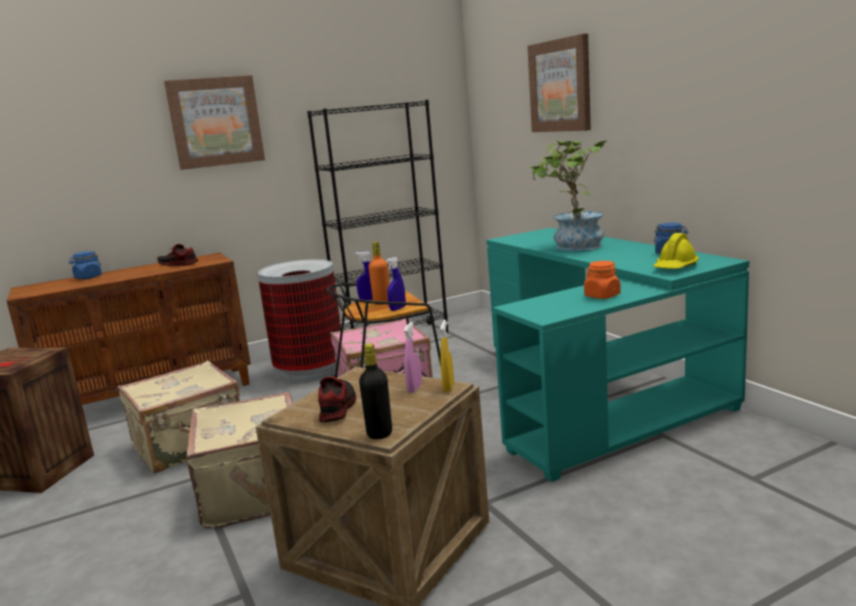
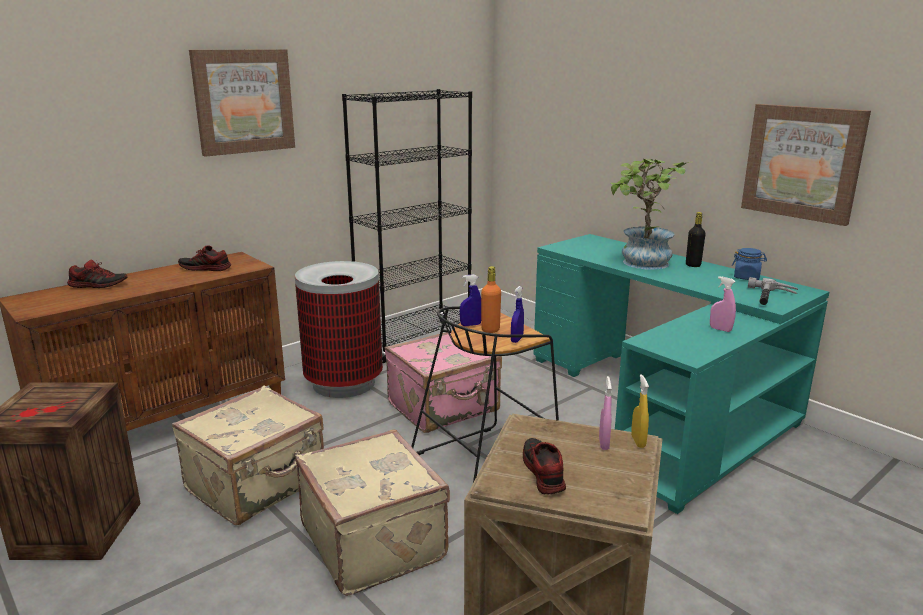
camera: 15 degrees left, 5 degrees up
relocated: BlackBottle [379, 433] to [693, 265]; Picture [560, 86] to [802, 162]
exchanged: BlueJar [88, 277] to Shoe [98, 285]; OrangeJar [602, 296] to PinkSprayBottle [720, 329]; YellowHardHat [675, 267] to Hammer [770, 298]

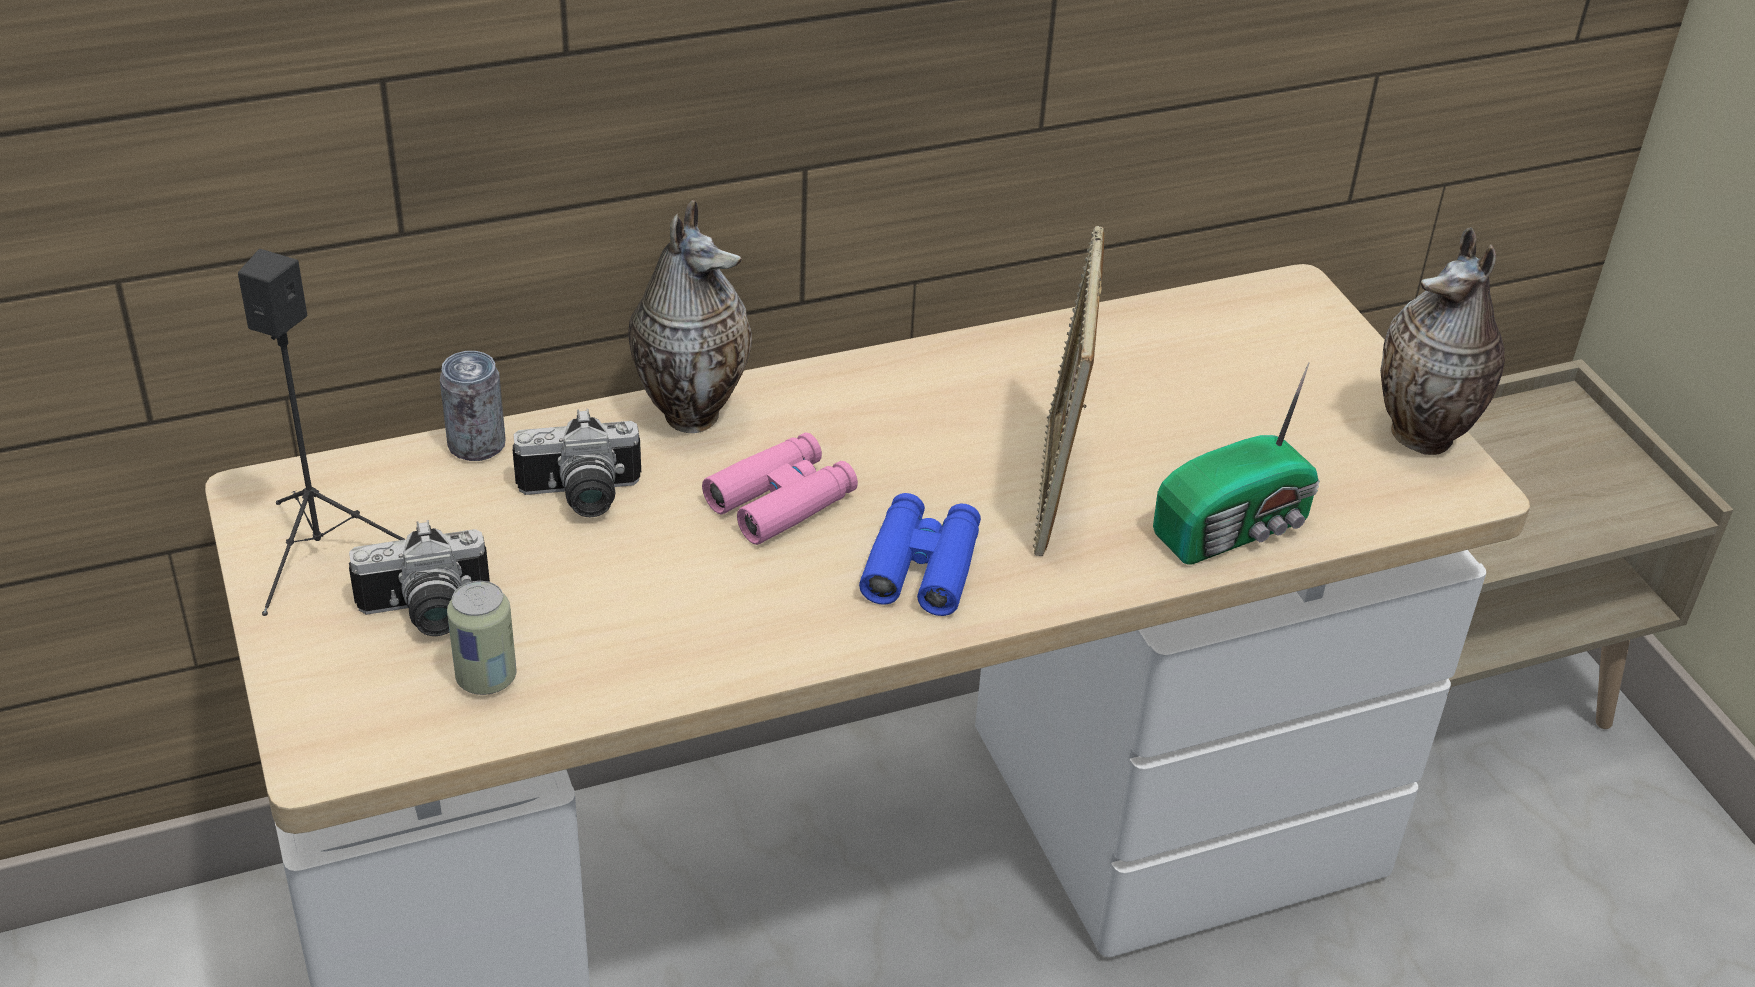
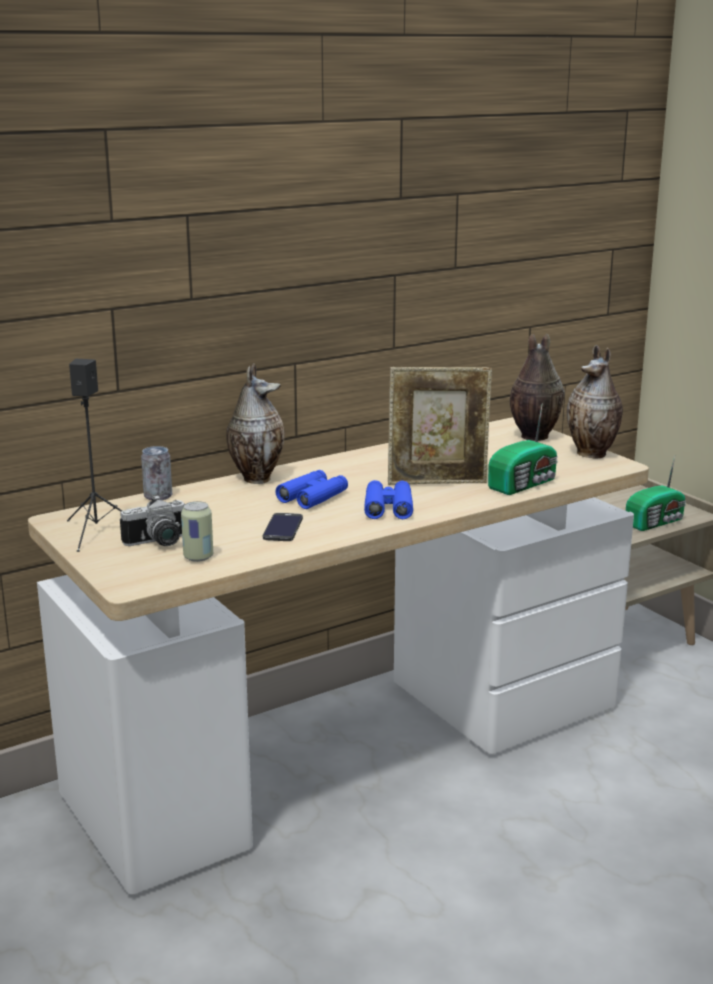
camera: 10 degrees left, 20 degrees down
missing: PhotoCamera [581, 497]
appeared: Phone [283, 528]; Vase [533, 437]; Radio [656, 522]
colour: PinkBinoculars [781, 500] to BlueBinoculars [313, 497]
spun: PictureFrame [1055, 489] = [437, 482] 90 degrees counterclockwise

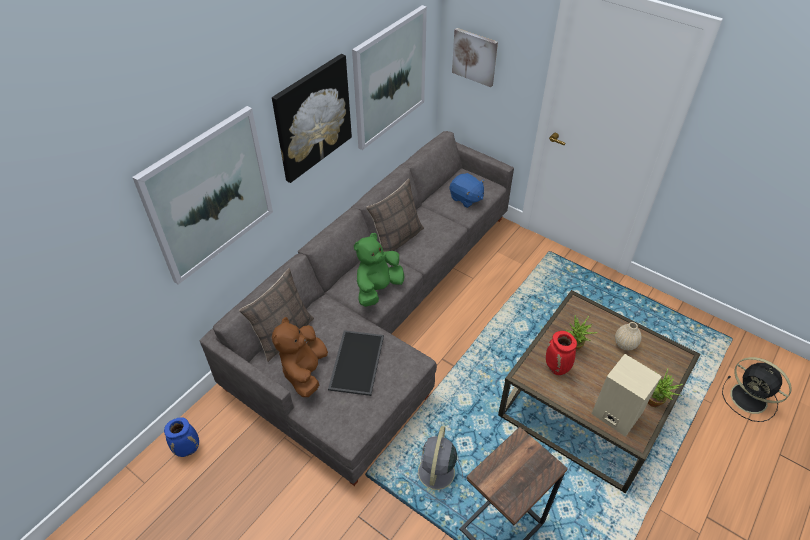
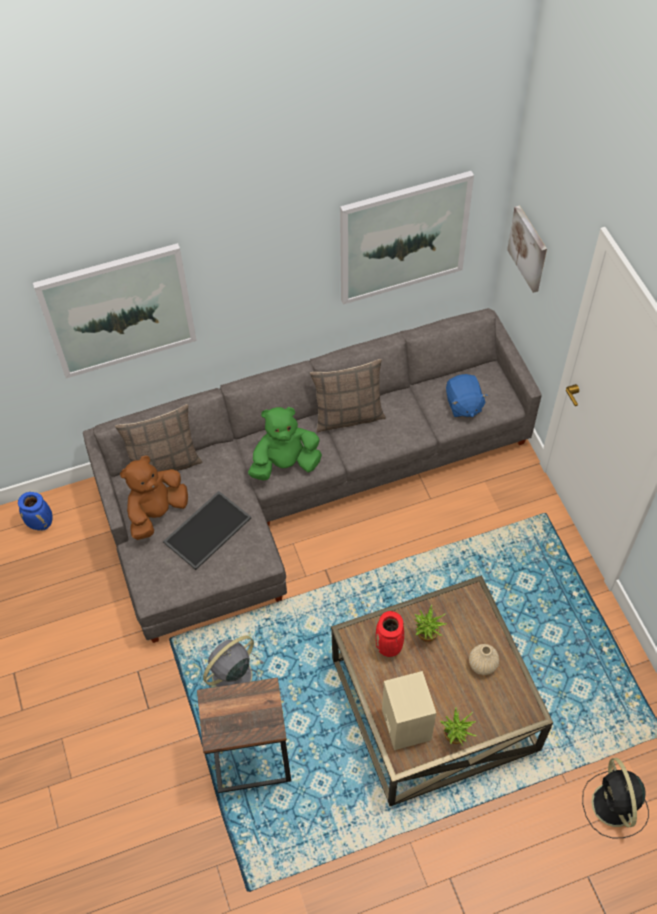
camera: 35 degrees right, 10 degrees up
missing: Picture [312, 117]

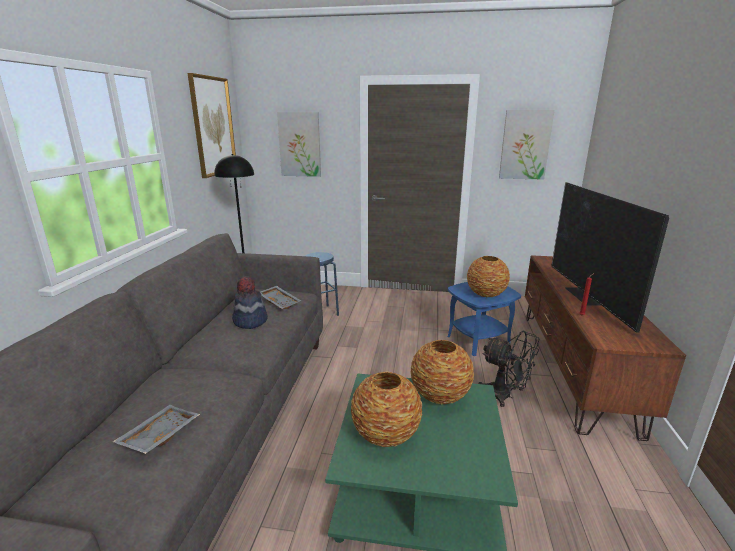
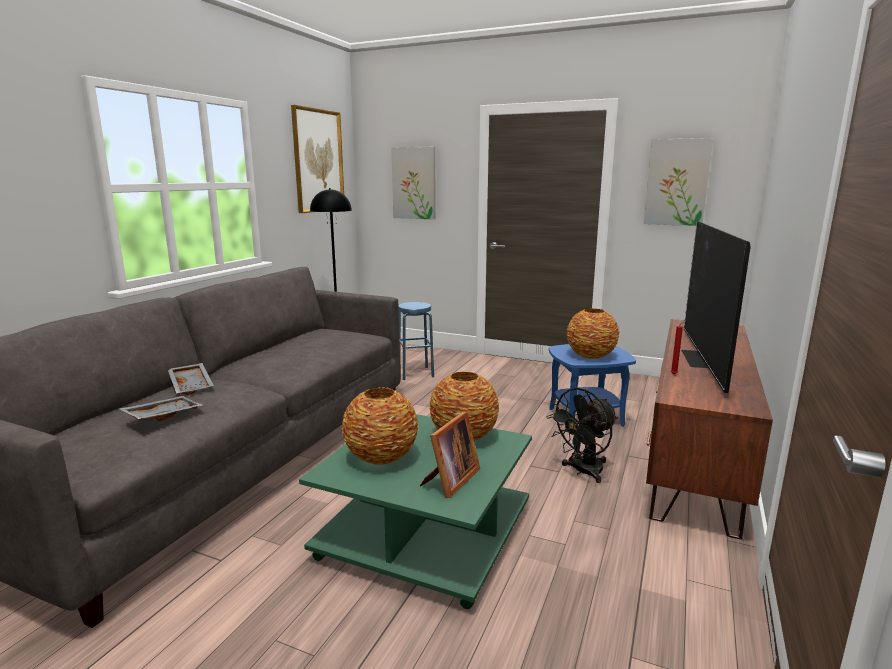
camera: 15 degrees right, 5 degrees down
missing: Hat [250, 321]
appeared: PictureFrame [450, 480]
relocated: GreyTray [280, 302] to [192, 385]
spun: BlackFan [505, 396] = [583, 472] 90 degrees clockwise

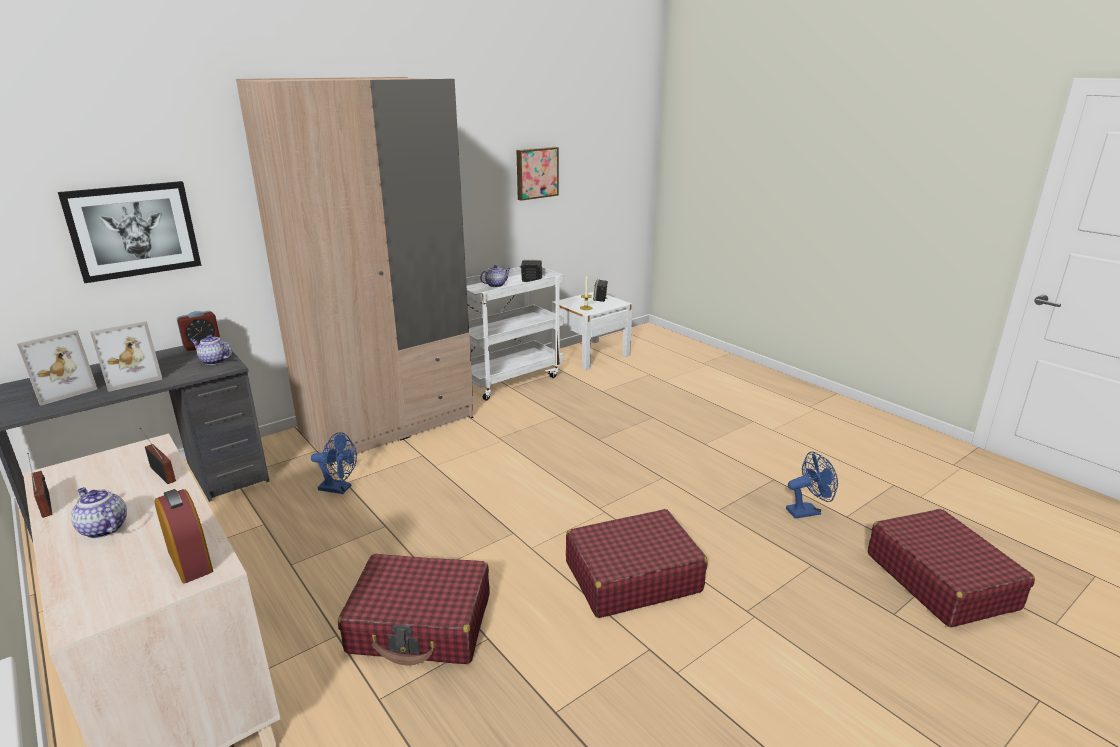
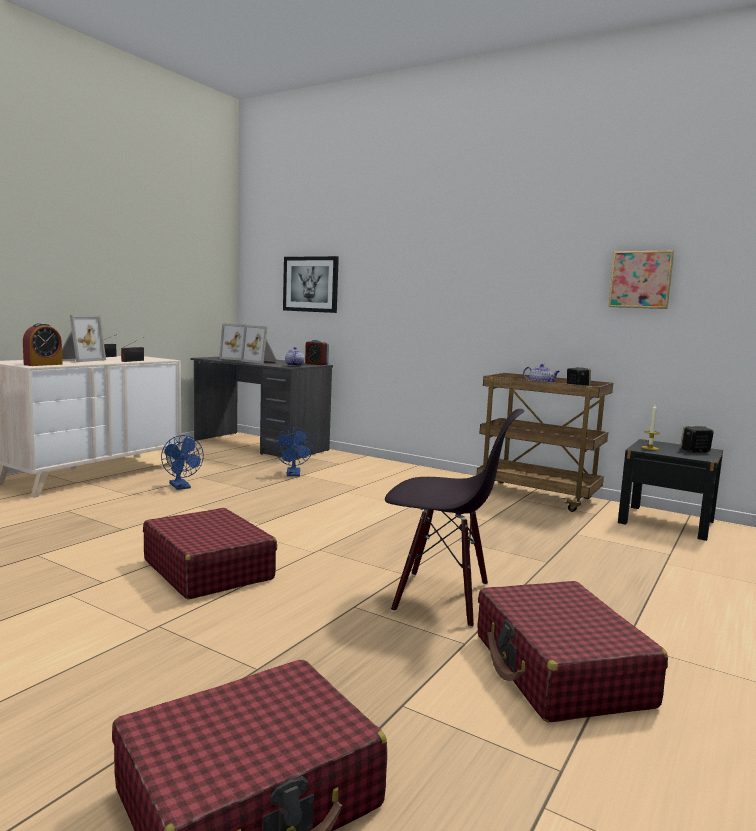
camera: 70 degrees right, 15 degrees down
missing: BeigeWardrobe [388, 424]
appeared: BlackChair [442, 597]
relocated: BlueFan [807, 511] to [181, 487]; RedSuitcase [421, 624] to [560, 670]
exchanged: Teapot [103, 528] to PictureFrame [79, 360]
colour: WhiteCart [509, 379] to BrownCart [538, 496]; WhiteNightstand [590, 354] to BlackNightstand [666, 522]

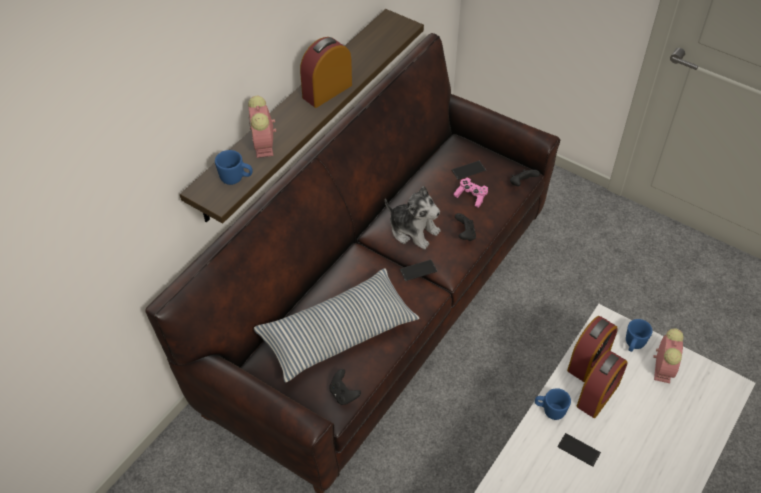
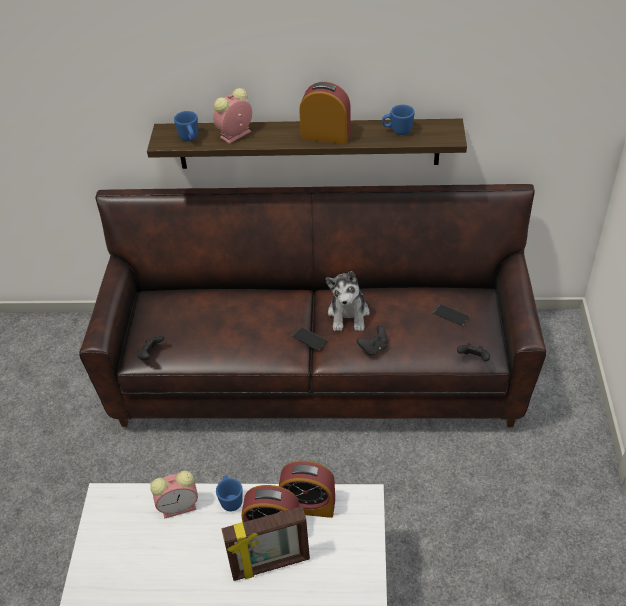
camera: 60 degrees right, 5 degrees down
missing: Pillow [337, 332]; PinkGameController [471, 196]; Phone [578, 450]
appeared: PictureFrame [270, 565]
relocated: AlarmClock [662, 367] to [180, 506]; BlueMug [633, 345] to [397, 131]

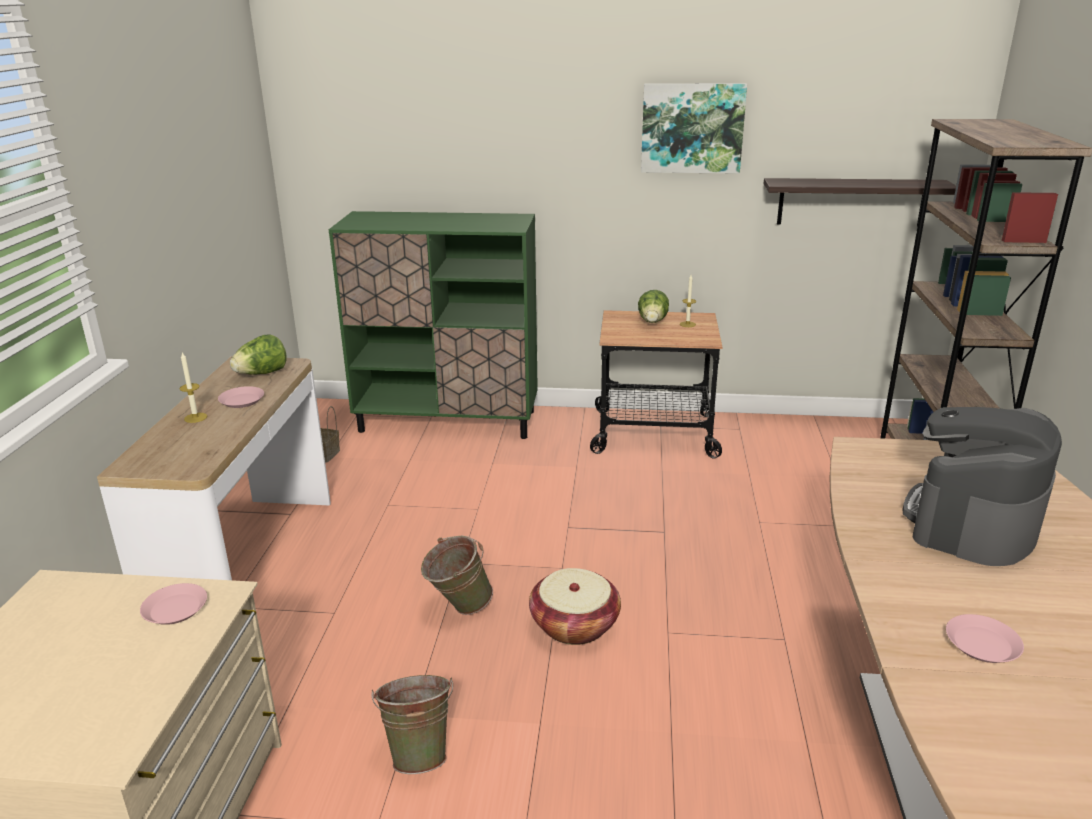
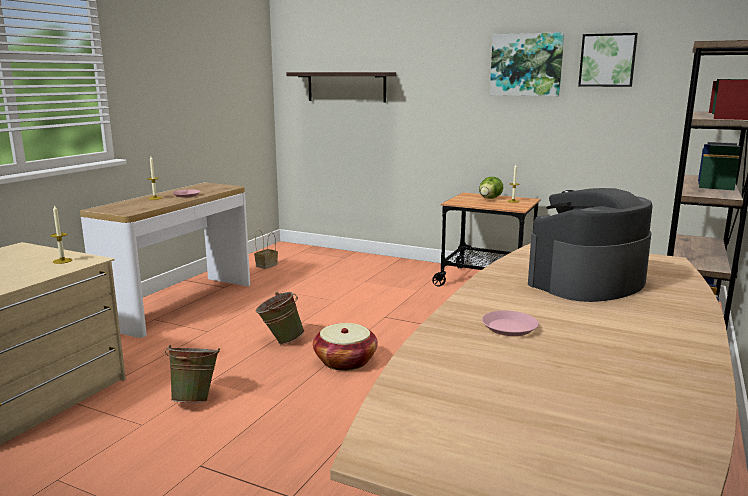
camera: 20 degrees right, 10 degrees down
missing: Lettuce [262, 374]; GreenCabinet [448, 421]
appeared: Picture [607, 60]
relocated: Shelf [851, 202] to [346, 87]
exchanged: PinkPlate [175, 609] to Candle [62, 261]

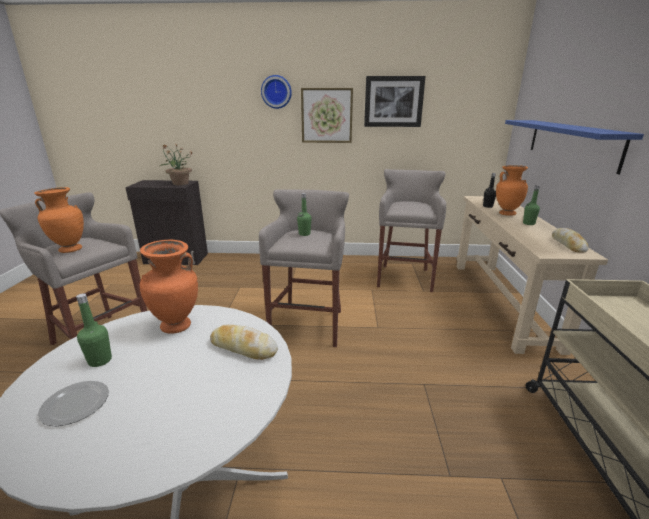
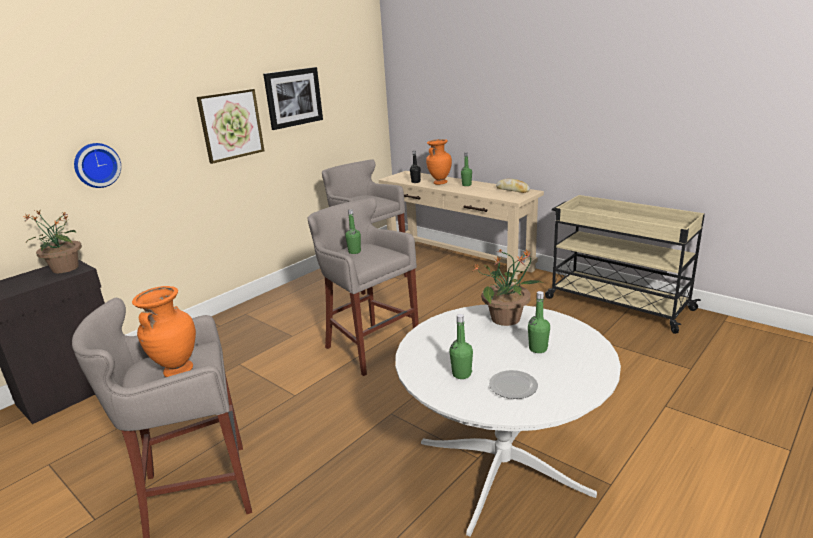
camera: 50 degrees left, 0 degrees up
missing: OrangeVase [177, 327]; BlueShelf [571, 142]
appeared: GreenBottle [538, 349]
relocated: WallClock [276, 92] to [96, 165]
exchanged: Bread [243, 348] to PottedPlant [506, 318]

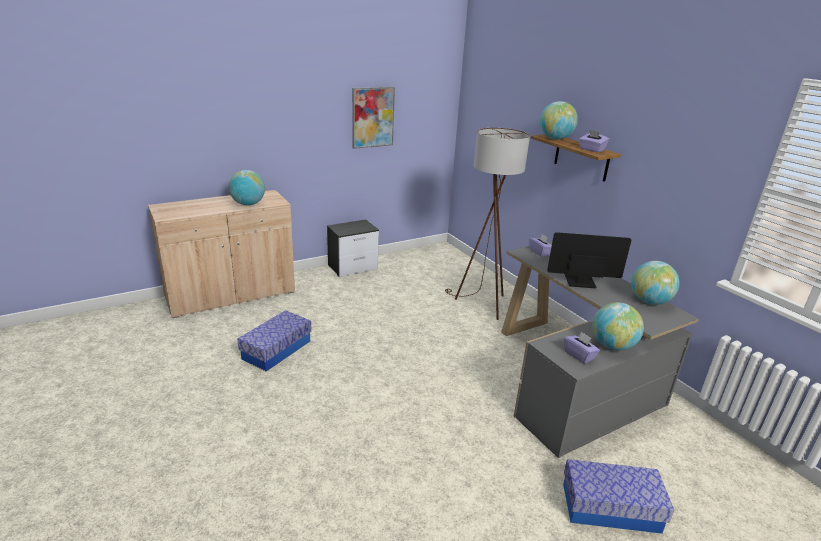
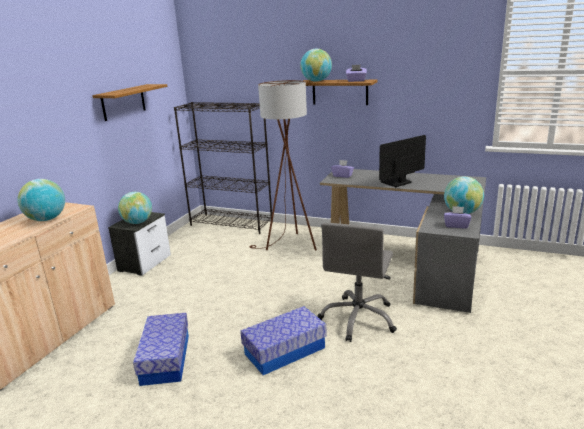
camera: 35 degrees left, 5 degrees down
appeared: BlackBookcase [232, 224]; GreyOfficeChair [359, 318]
relocated: Globe [649, 301] to [137, 222]; StorageBox [610, 507] to [285, 351]
exchanged: Picture [372, 117] to Shelf [123, 102]

